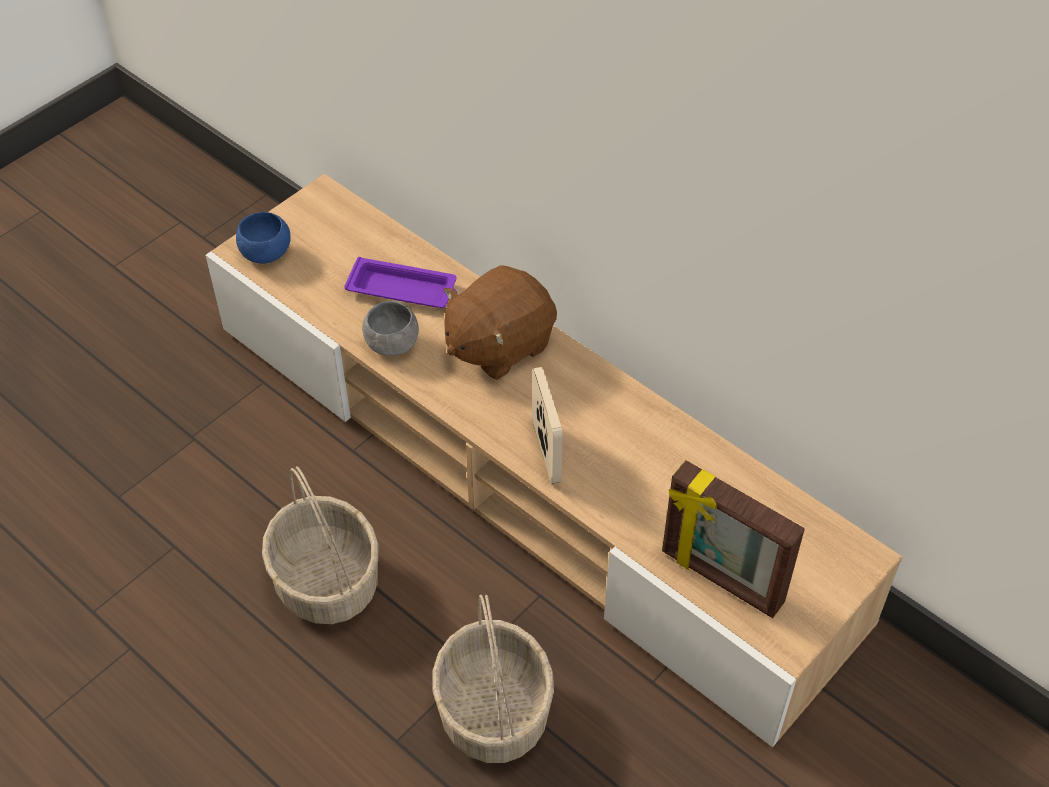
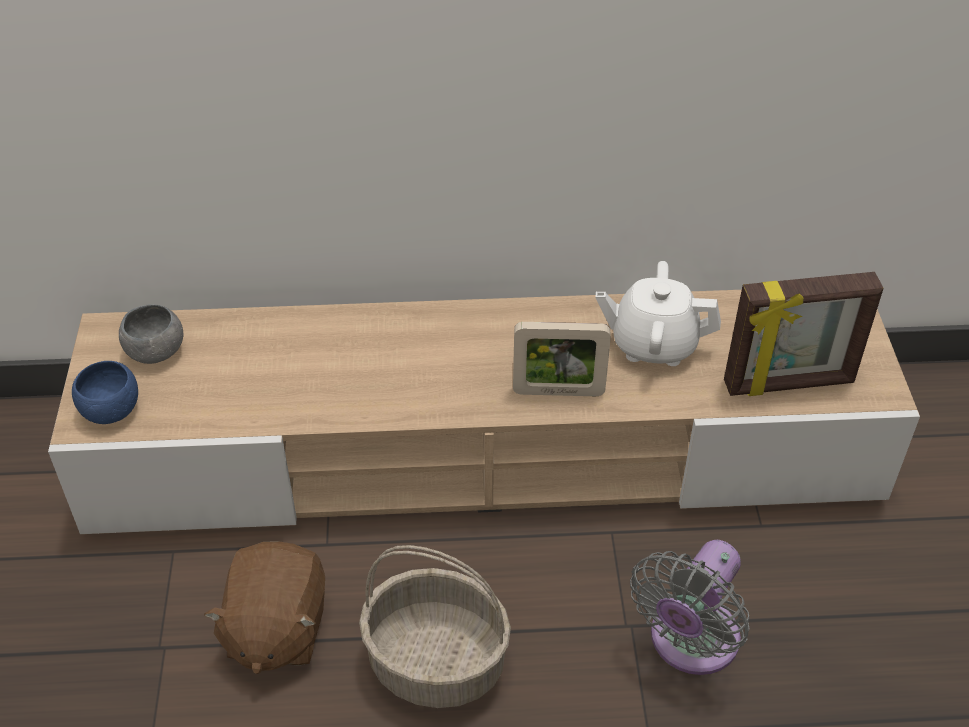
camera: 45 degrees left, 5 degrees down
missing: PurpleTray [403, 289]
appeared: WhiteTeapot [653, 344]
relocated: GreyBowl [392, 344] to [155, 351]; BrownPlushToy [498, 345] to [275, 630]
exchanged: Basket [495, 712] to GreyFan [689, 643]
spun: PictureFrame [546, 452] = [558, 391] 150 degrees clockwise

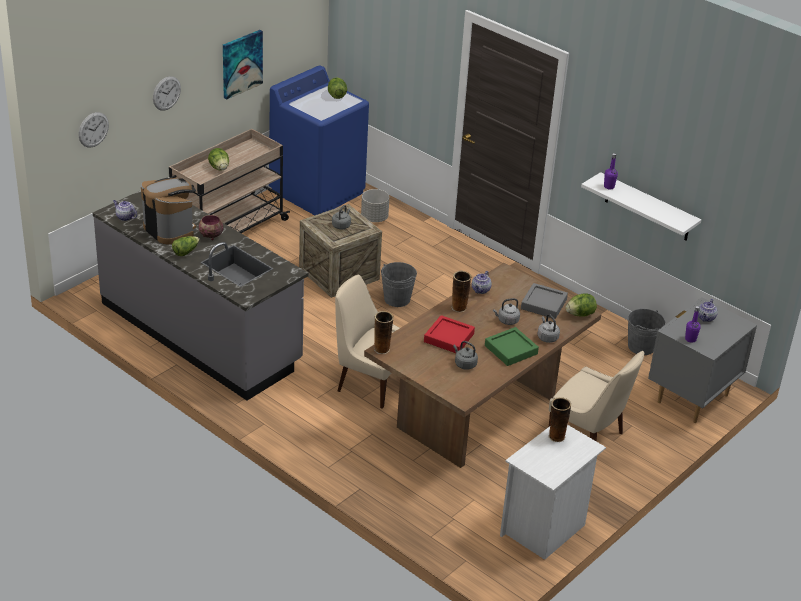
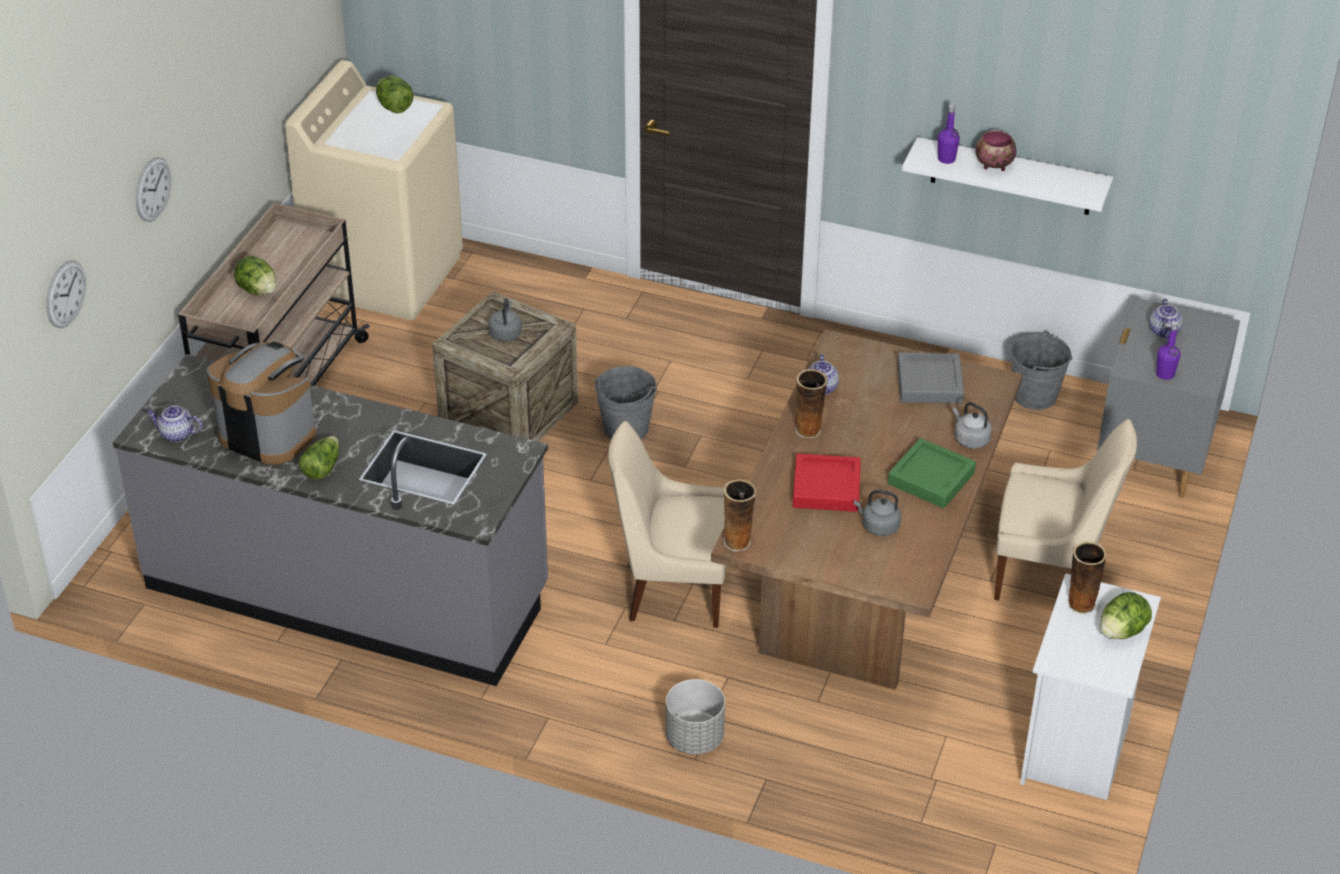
camera: 20 degrees left, 5 degrees up
missing: Picture [241, 63]; GreyKettle [507, 321]
relocated: GreyPlanter [374, 218] to [694, 738]; Bowl [210, 236] to [993, 165]; Lettuce [580, 314] to [1122, 631]
colour: BlueWashingMachine [317, 191] to BeigeWashingMachine [385, 274]

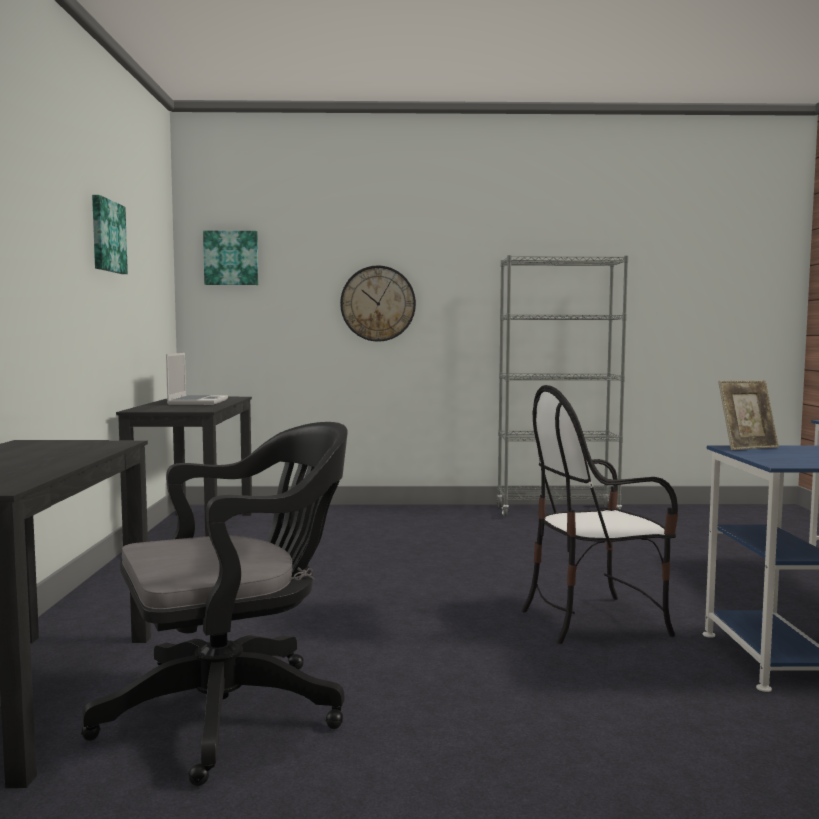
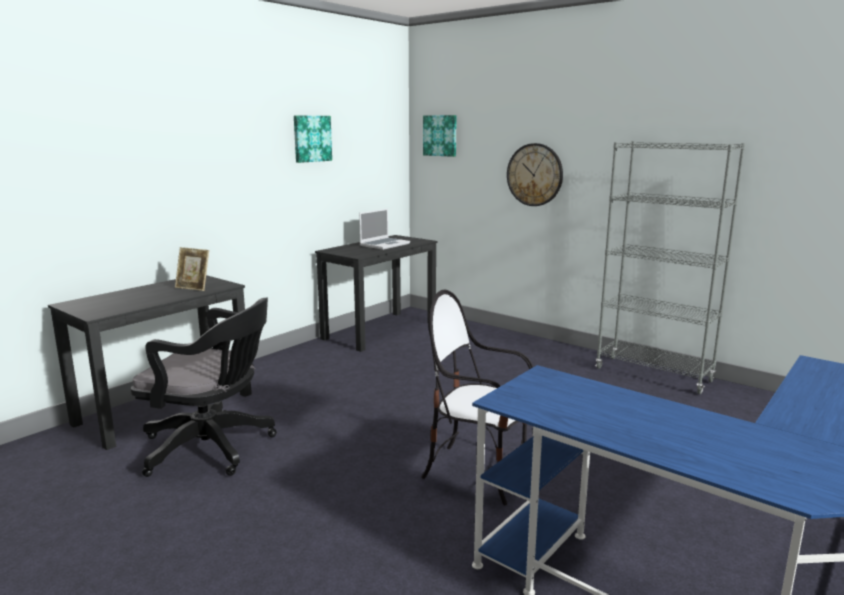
camera: 40 degrees right, 10 degrees up
relocated: PictureFrame [747, 447] to [193, 288]

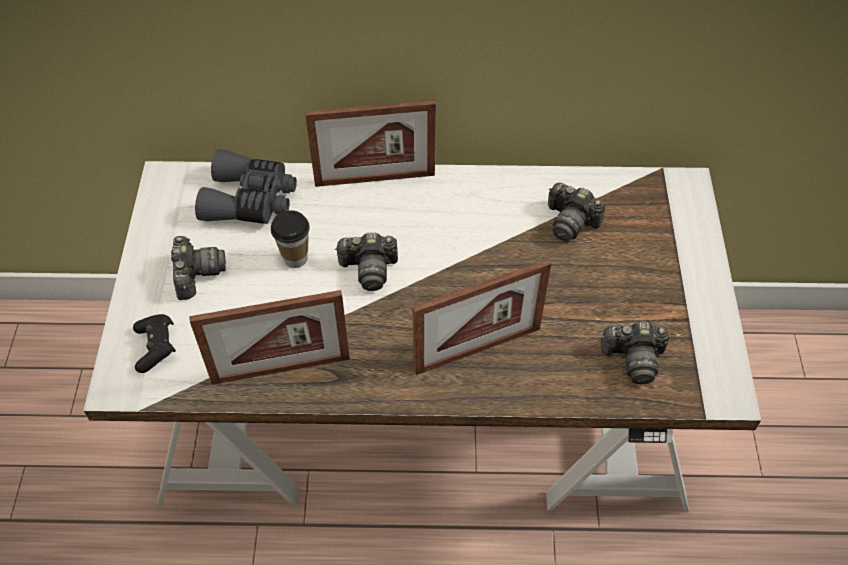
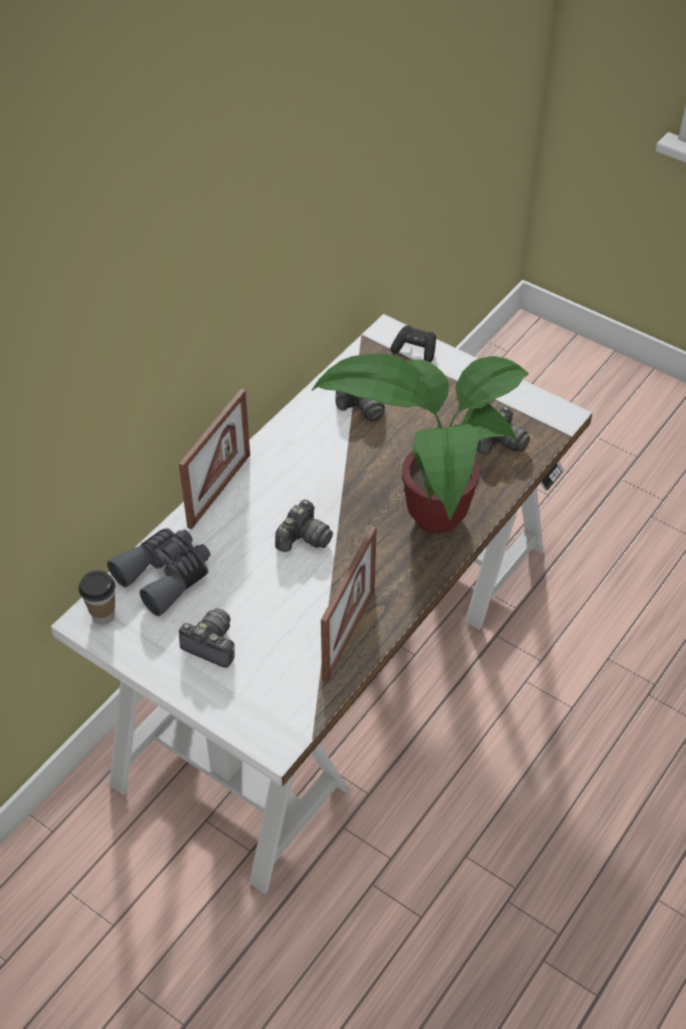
camera: 55 degrees left, 5 degrees down
relocated: Cup [295, 258] to [103, 615]; BlackGameController [156, 347] to [415, 350]
exchanged: PictureFrame [477, 349] to PottedPlant [426, 516]

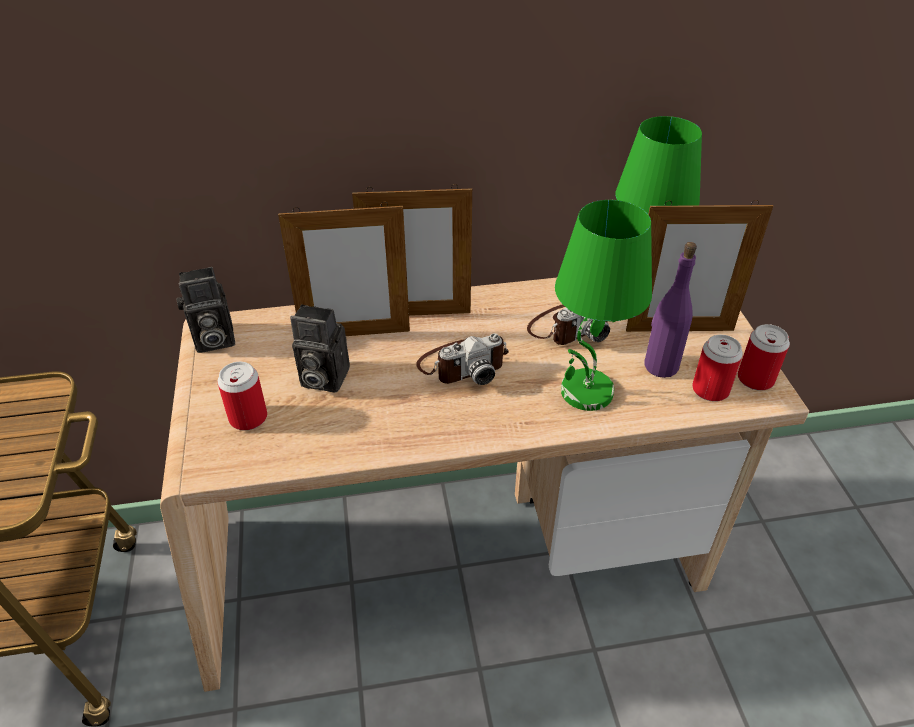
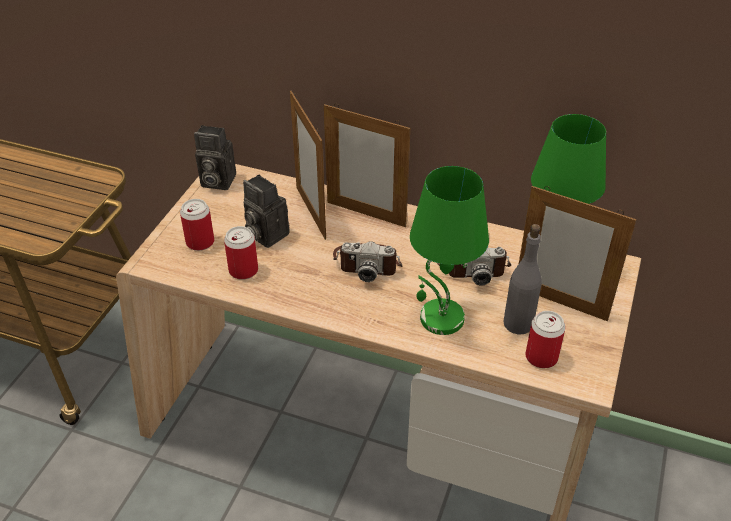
camera: 30 degrees right, 0 degrees up
relocated: Can [755, 379] to [243, 270]
colour: PurpleBottle [660, 366] to GreyBottle [518, 323]
spun: PictureFrame [355, 334] = [311, 212] 45 degrees clockwise

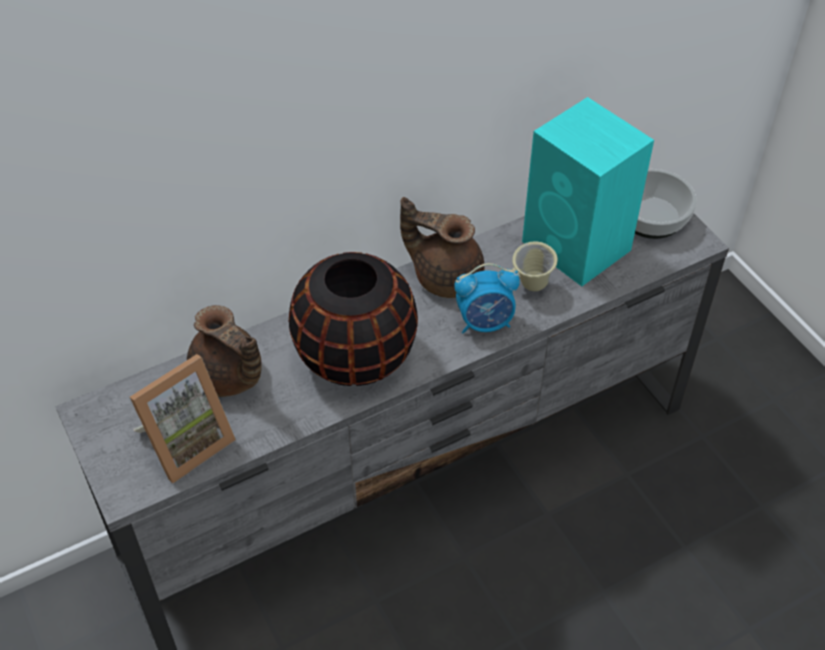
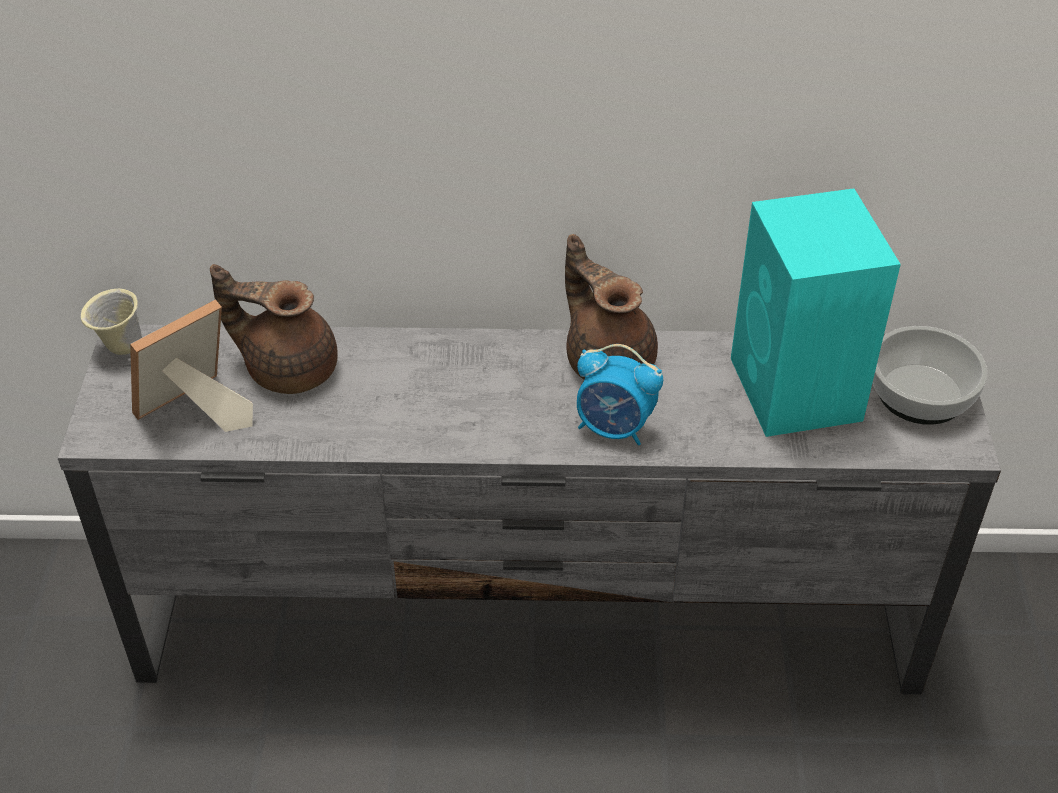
camera: 30 degrees right, 5 degrees down
missing: BlackVase [356, 356]
relocated: BeigeMug [531, 287] to [120, 349]
spun: PictureFrame [186, 443] = [194, 413] 150 degrees clockwise; BrownTeapot [229, 378] = [288, 368] 120 degrees clockwise

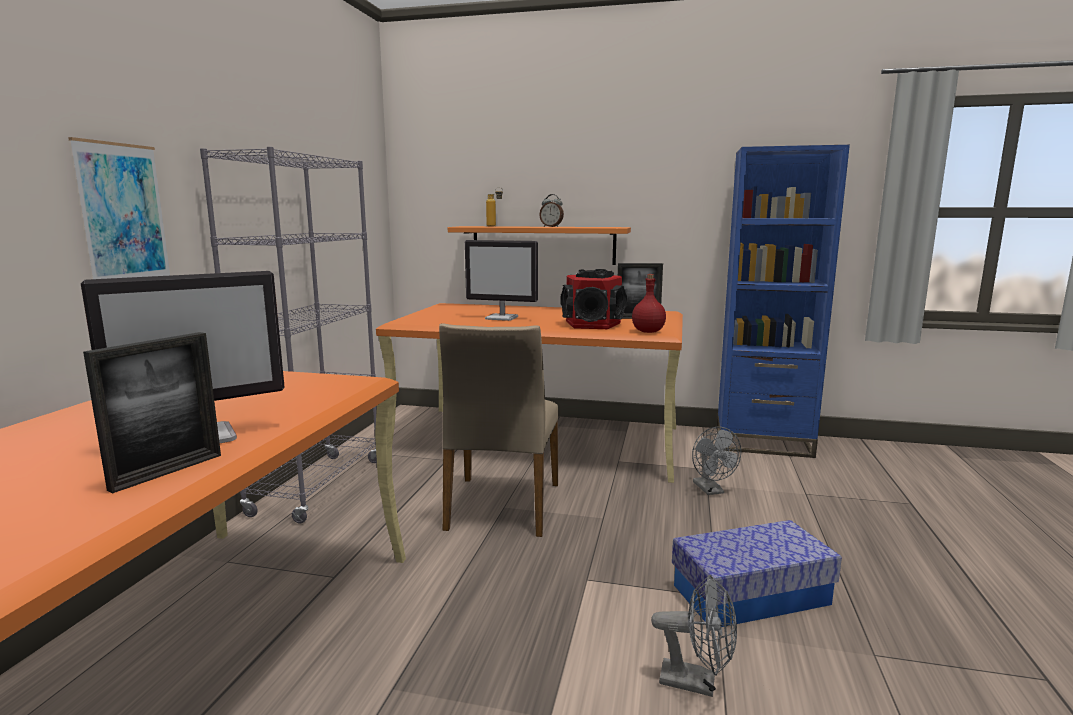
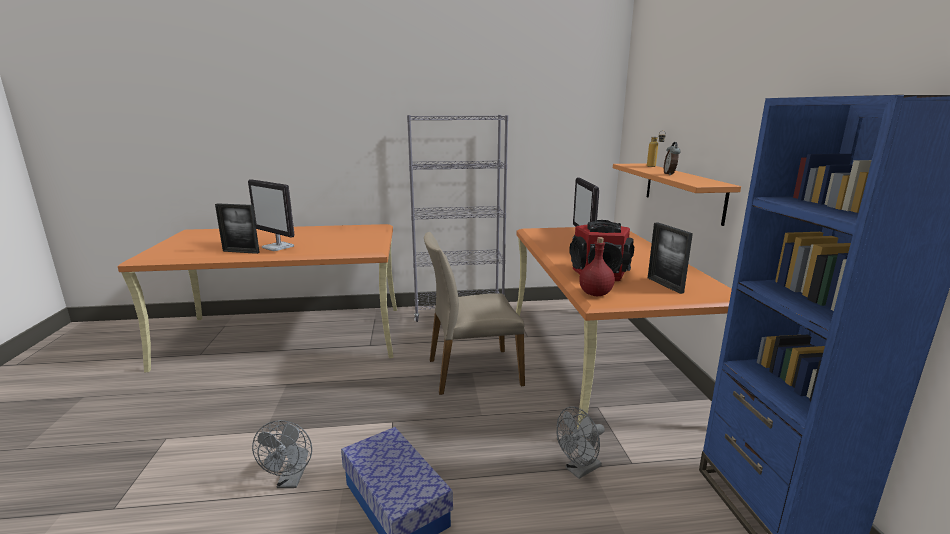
camera: 70 degrees right, 5 degrees up
missing: Picture [123, 216]

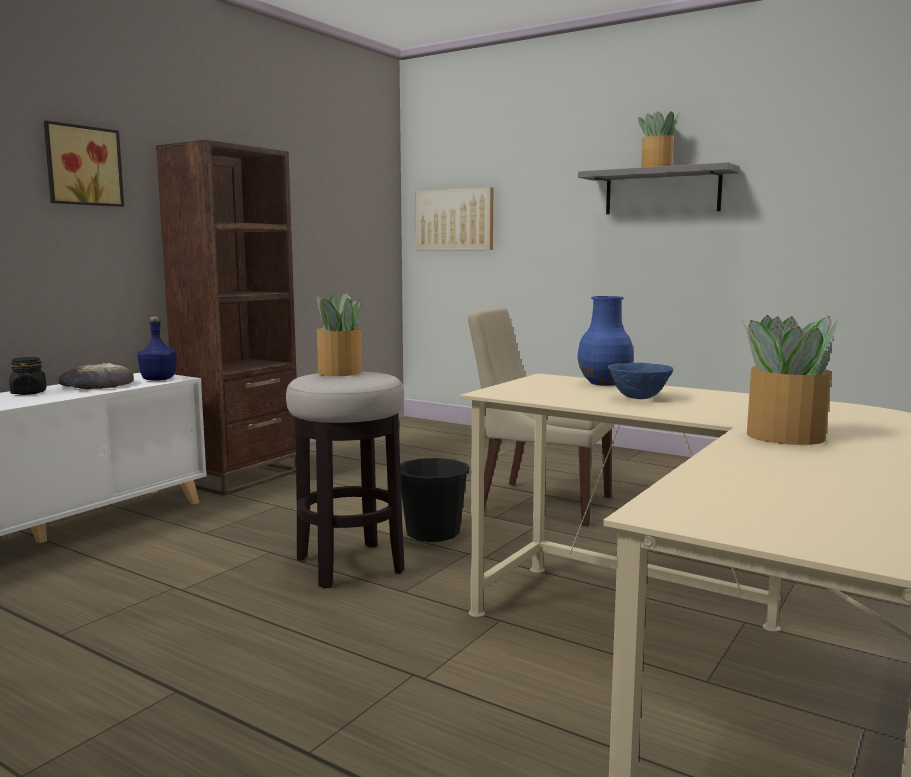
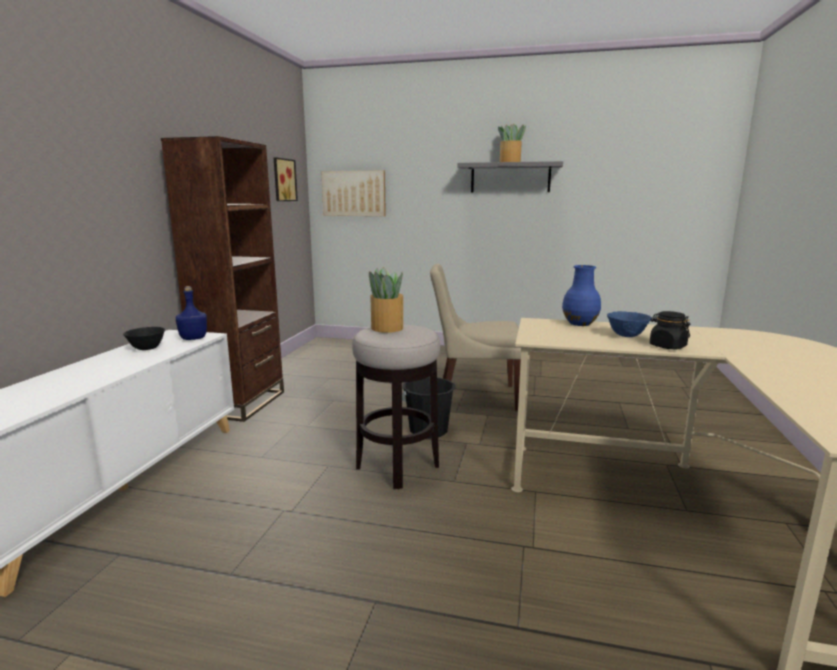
camera: 20 degrees left, 5 degrees up
missing: PottedPlant [783, 436]
relocated: Picture [82, 166] to [283, 180]; BlackJar [29, 393] to [667, 346]
exchanged: Bread [96, 385] to BlackBowl [146, 349]

